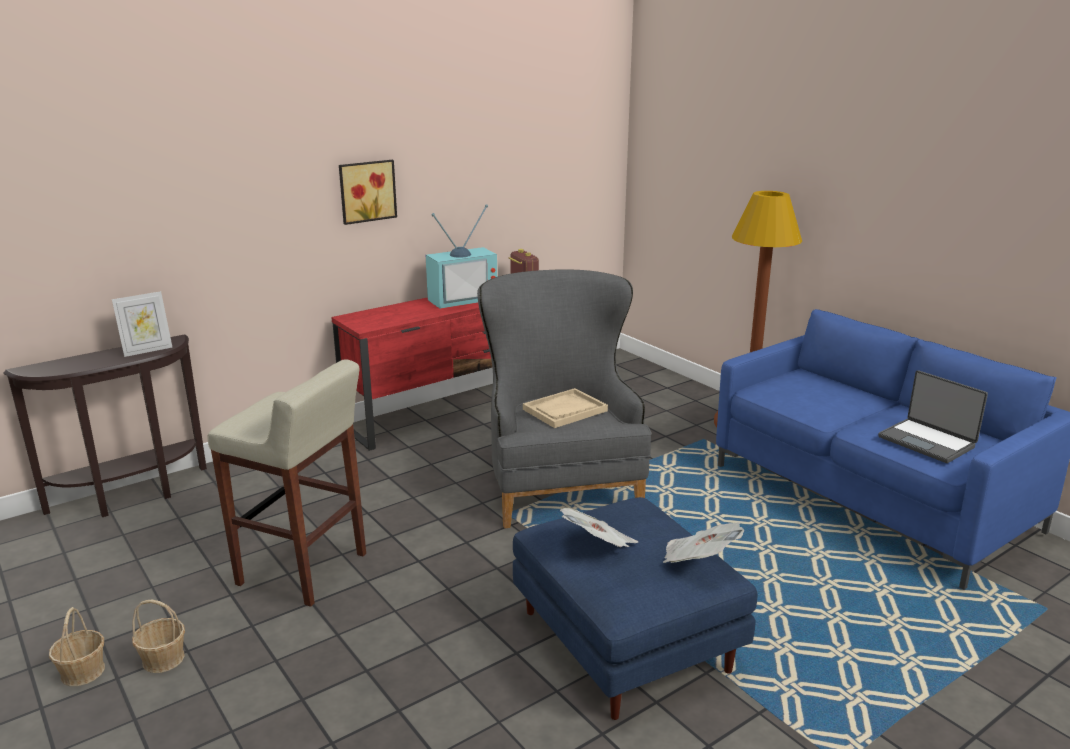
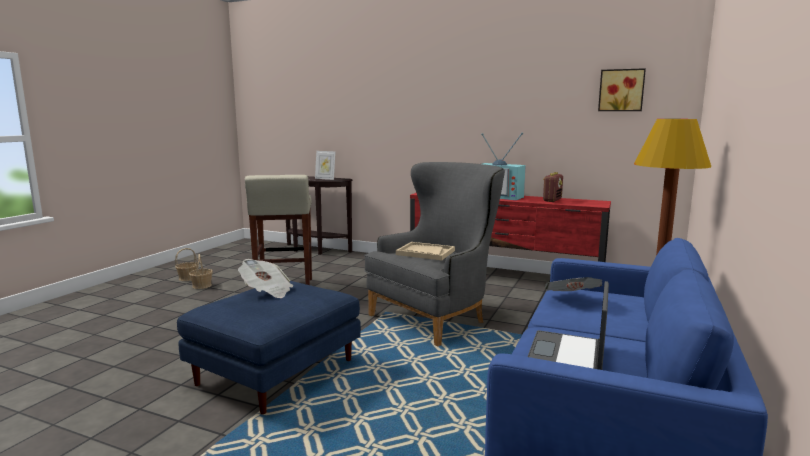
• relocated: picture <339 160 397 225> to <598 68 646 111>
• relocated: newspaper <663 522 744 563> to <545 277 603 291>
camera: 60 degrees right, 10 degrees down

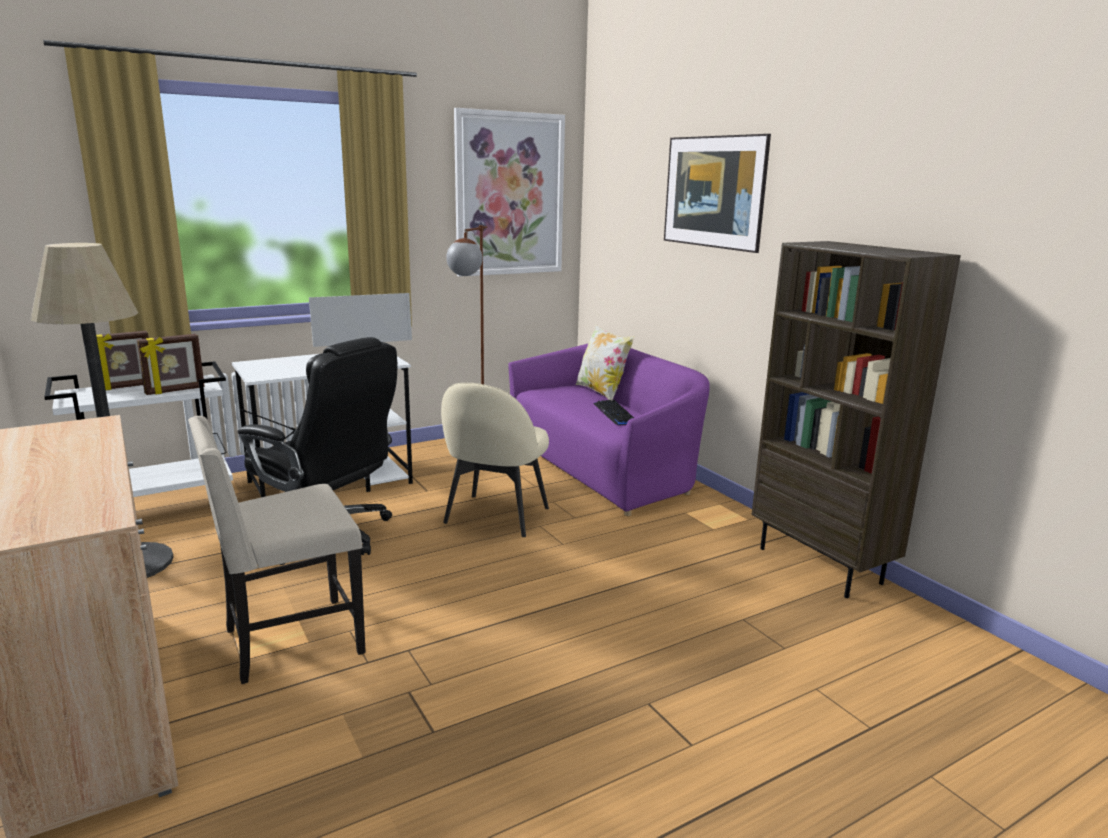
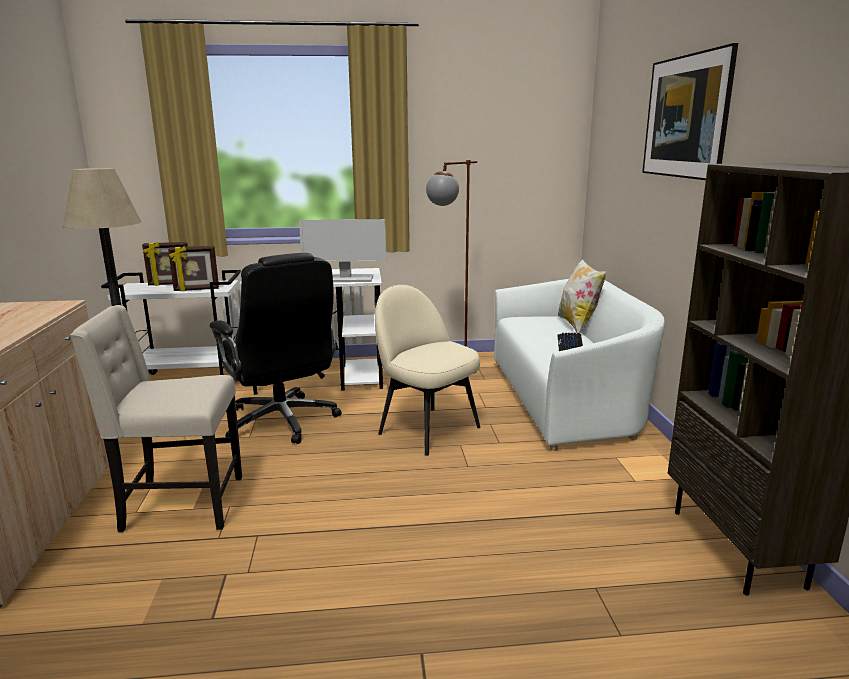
• missing: picture <454 108 565 277>
• colour: purple sofa <508 344 710 516> to white sofa <494 279 665 451>
• spun: beige chair <441 383 549 537> = <375 285 480 456> 90 degrees clockwise
camera: 25 degrees right, 0 degrees up

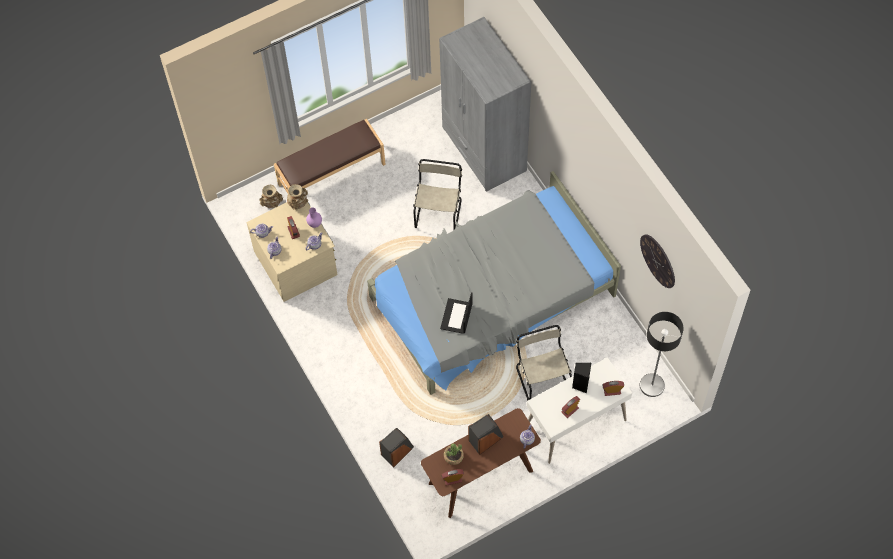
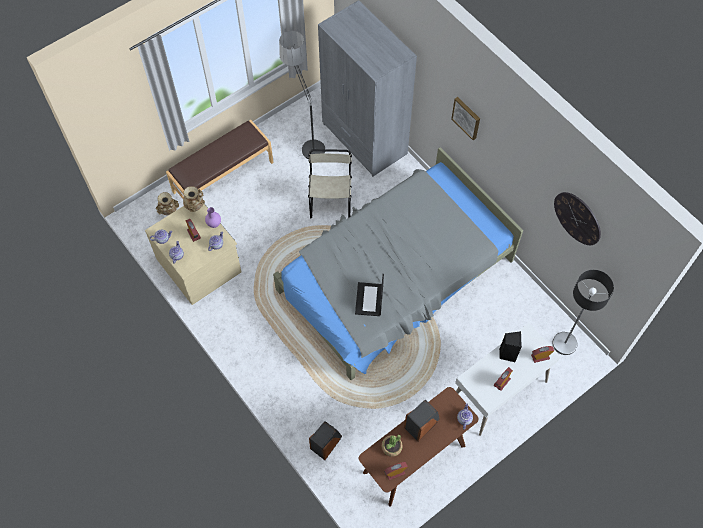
• missing: beige chair <516 325 572 401>
• appeared: floor lamp <279 31 325 159>
• appeared: picture <451 97 480 140>
camera: 10 degrees left, 0 degrees up

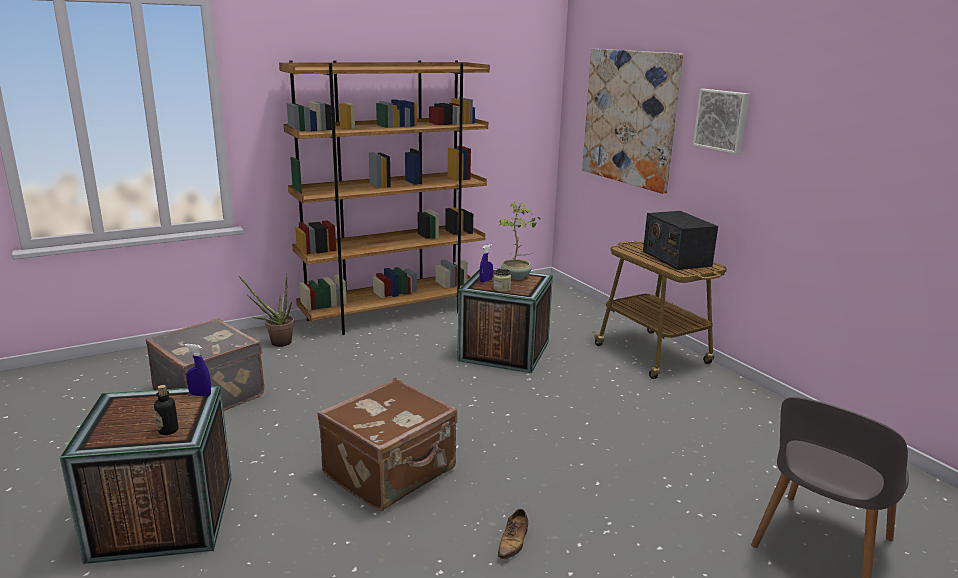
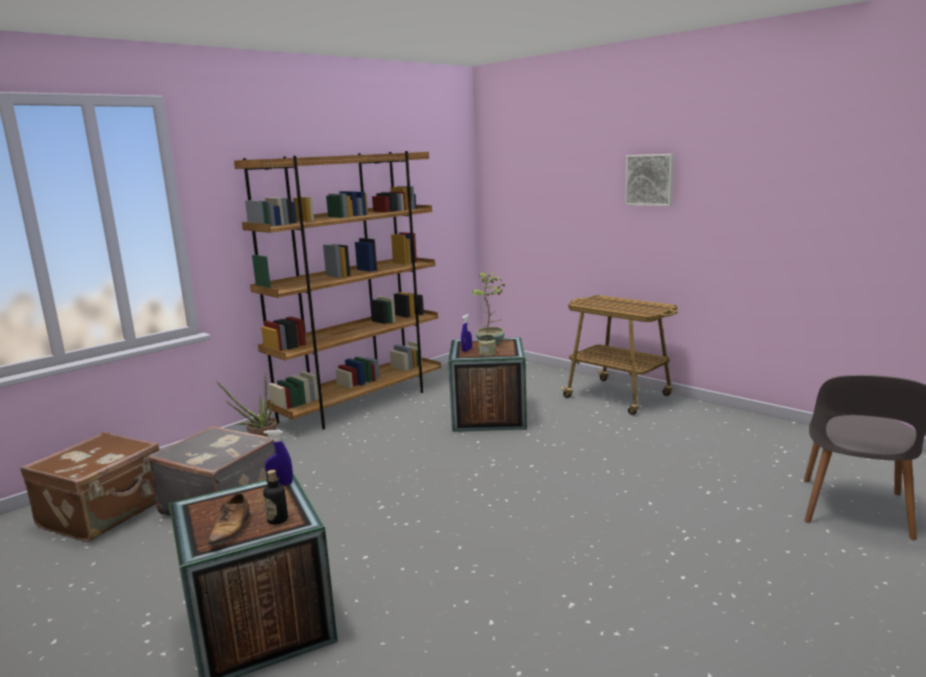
• missing: picture <582 49 683 194>
• missing: radio <643 211 718 270>
• relocated: brown suitcase <317 377 457 511> to <20 432 160 542>
• relocated: shoe <498 509 528 559> to <208 493 250 546>
camera: 15 degrees left, 5 degrees down

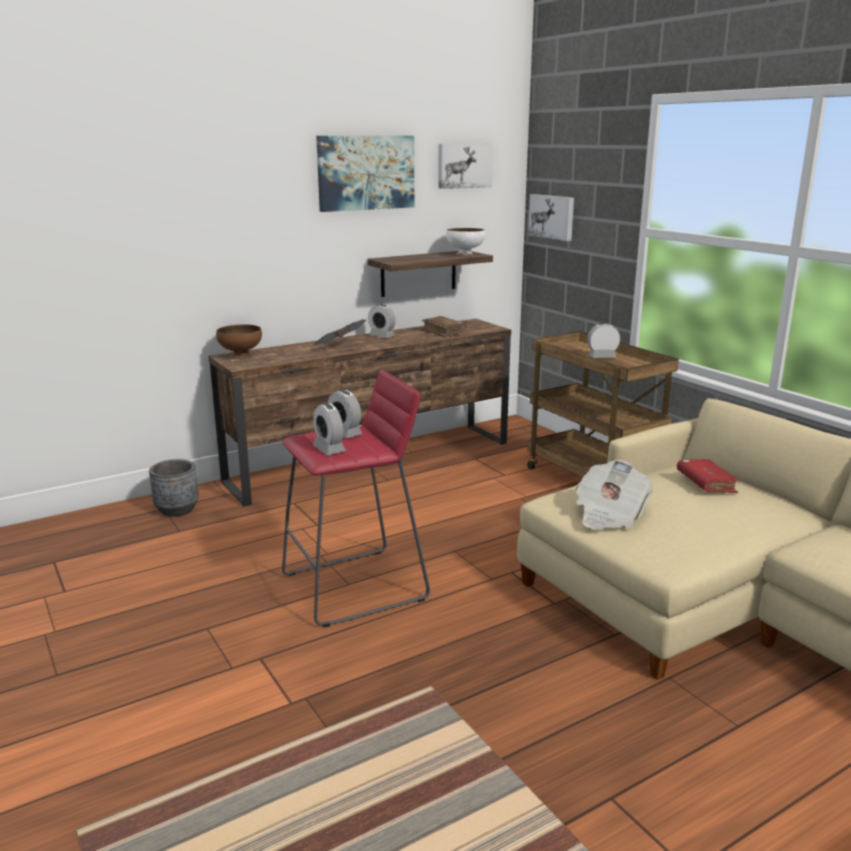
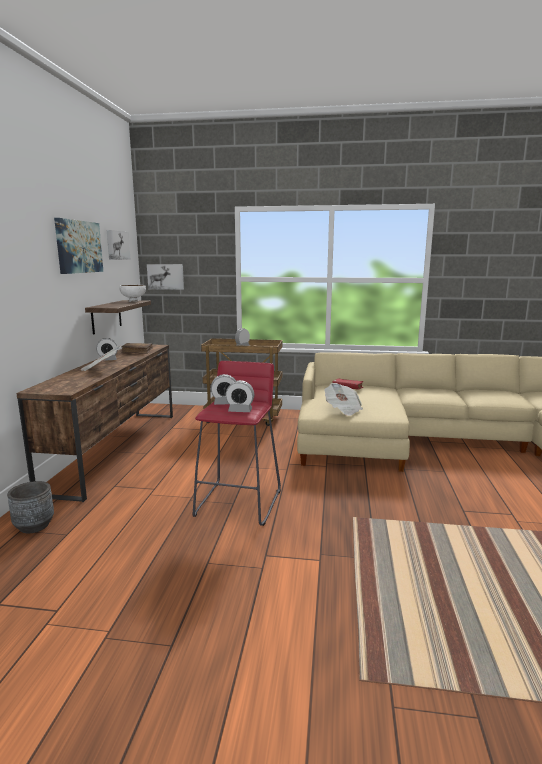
• missing: brown bowl <216 324 262 359>
camera: 50 degrees left, 5 degrees down

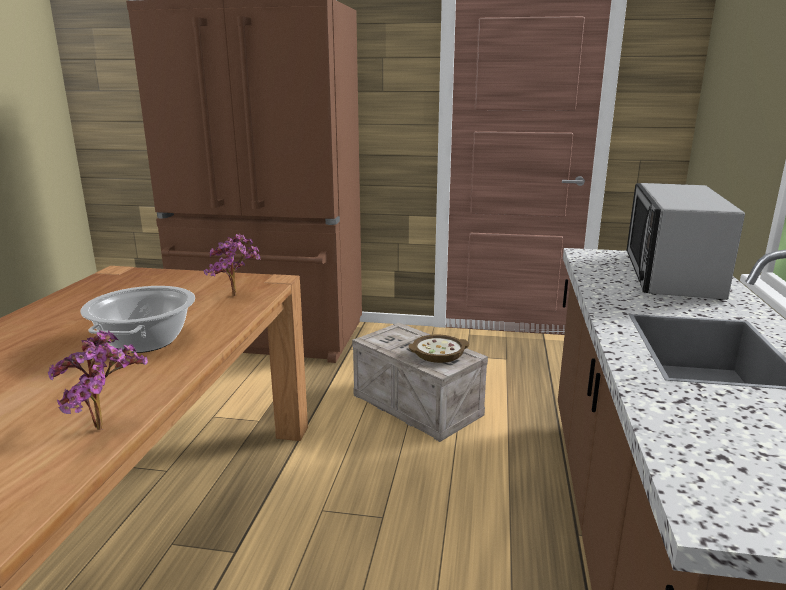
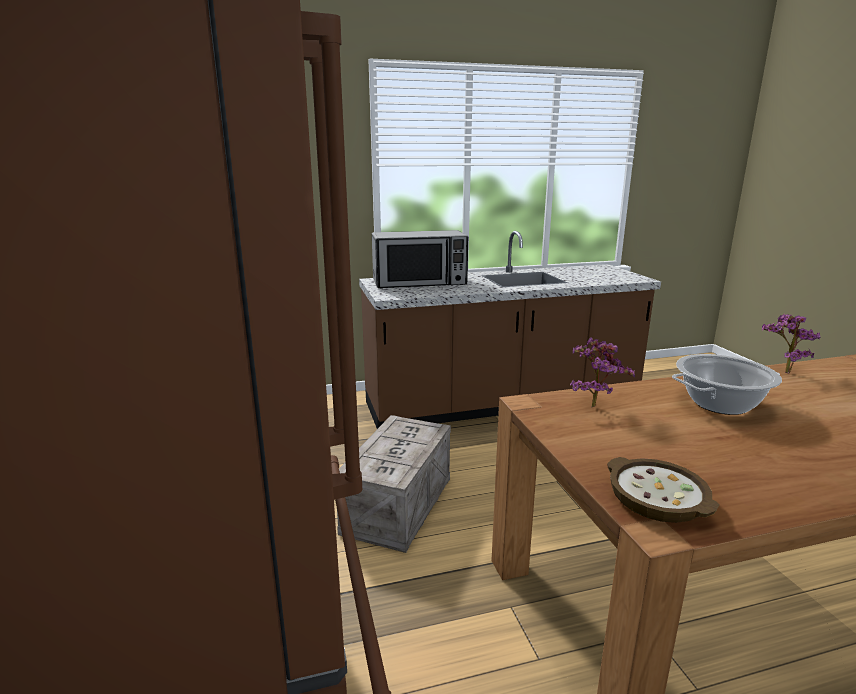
• relocated: bowl <409 334 469 363> to <607 457 719 523>
camera: 115 degrees left, 0 degrees up

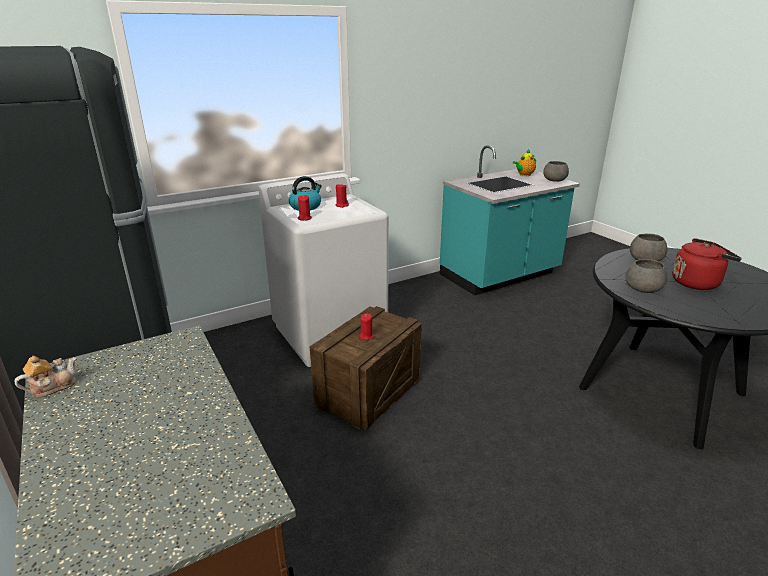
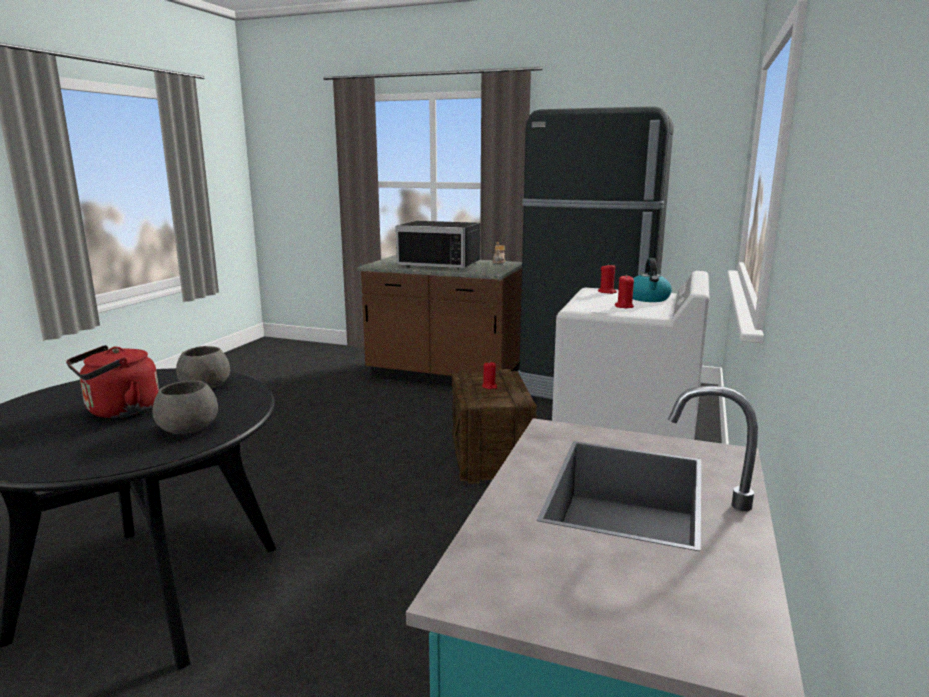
• missing: teapot <513 149 536 176>
• missing: grey bowl <543 161 569 182>
• appeared: black microwave <395 221 480 269>
camera: 140 degrees right, 10 degrees down

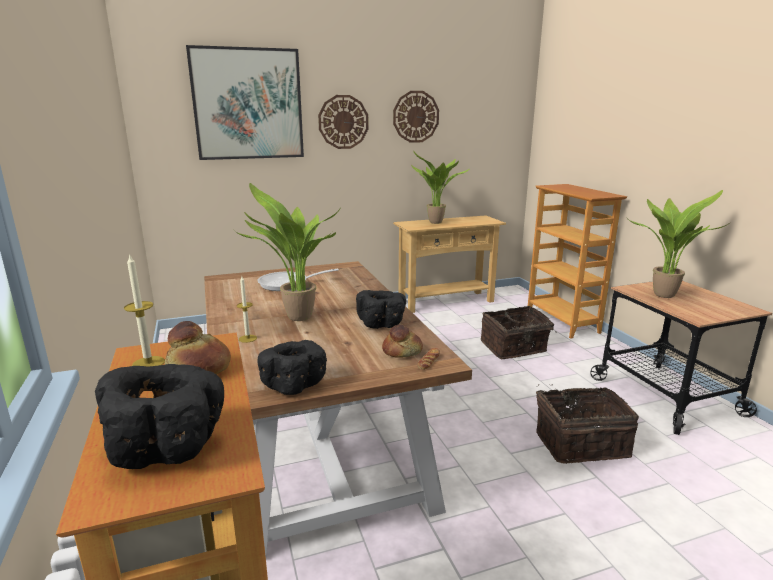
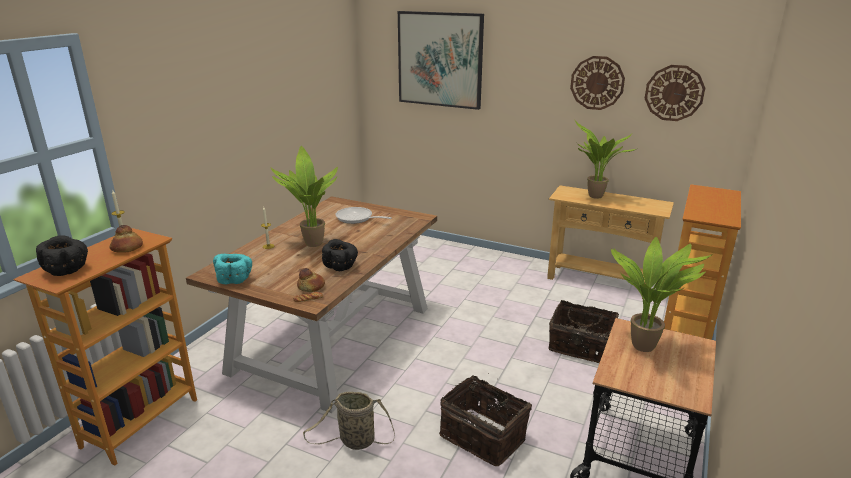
• appeared: basket <303 392 395 450>
• relocated: wall clock <318 95 369 149> to <644 65 705 121>
• colour: black bowl <258 340 327 395> to turquoise bowl <213 254 252 285>
camera: 45 degrees right, 5 degrees up

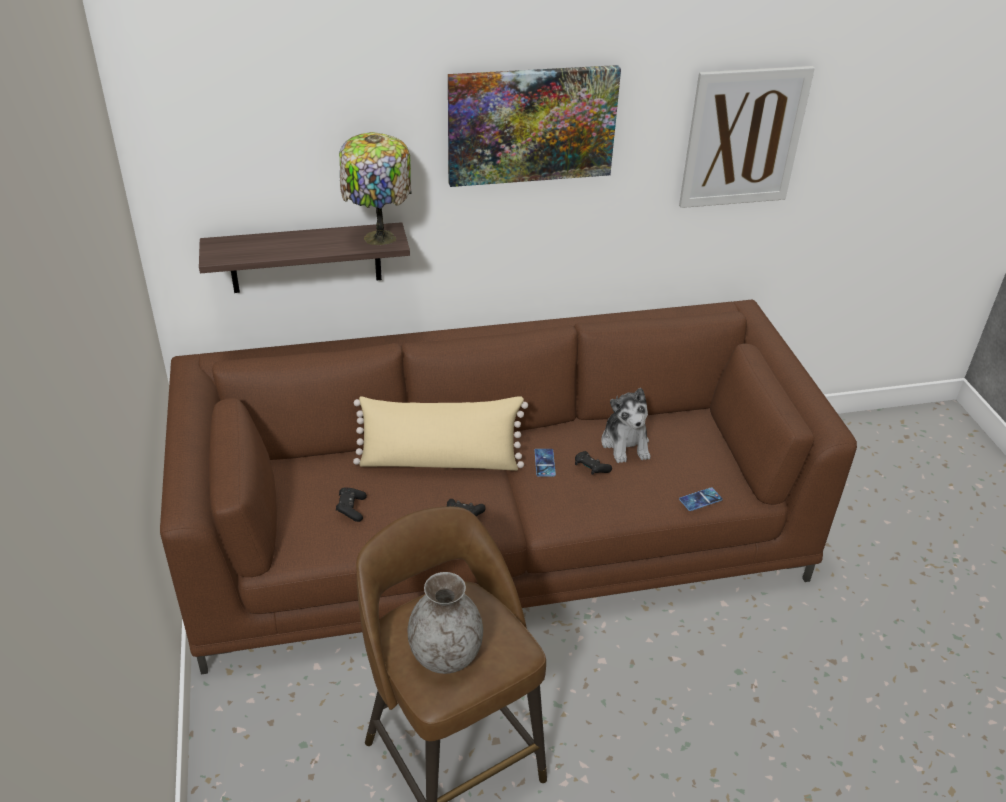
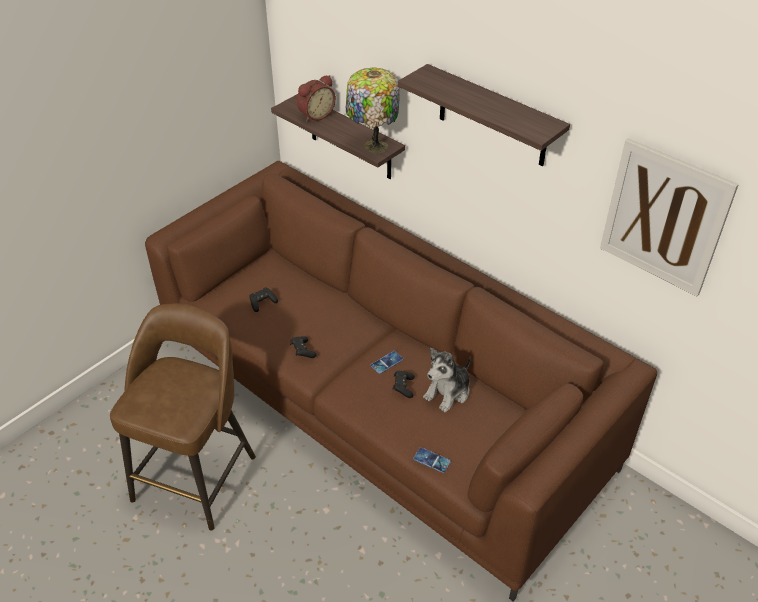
• missing: beige pillow <353 396 528 471>
• missing: grey vase <408 572 483 674>
• appeared: alarm clock <296 75 336 122>
• exchanged: picture <448 65 621 187> to shelf <398 64 570 166>
camera: 55 degrees right, 5 degrees up

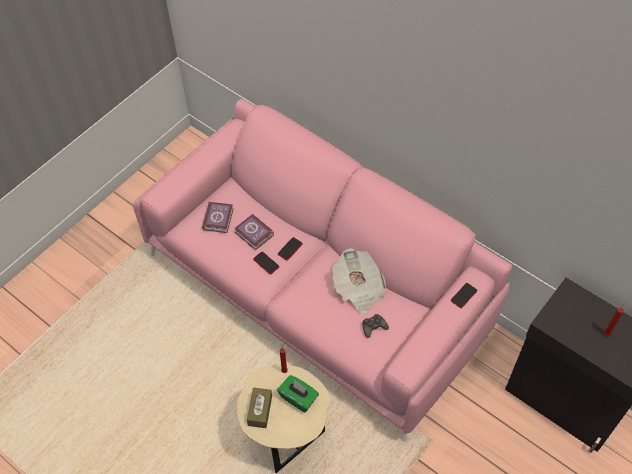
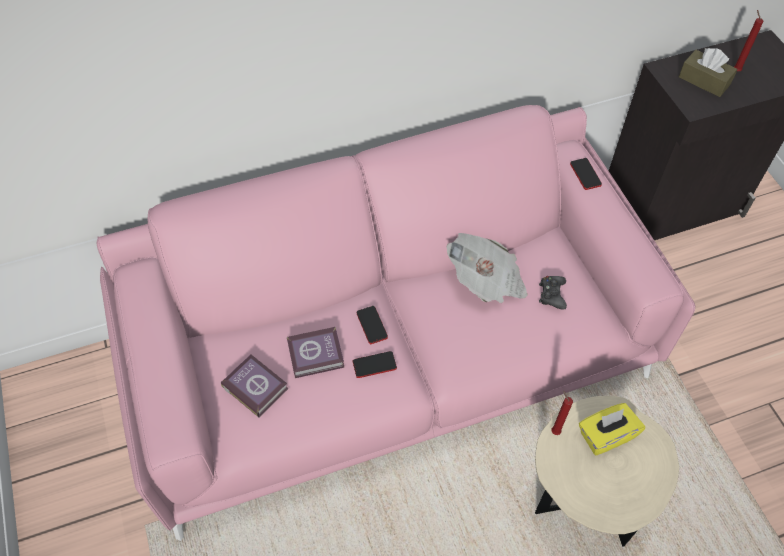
• relocated: brown tissue box <247 388 272 428> to <679 48 738 97>
• colour: green tissue box <277 375 319 412> to yellow tissue box <579 403 645 455>
camera: 60 degrees left, 0 degrees up

